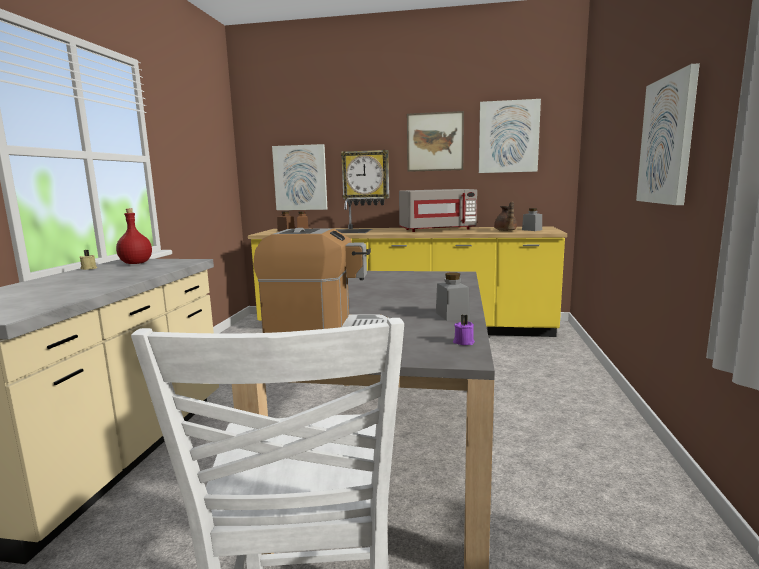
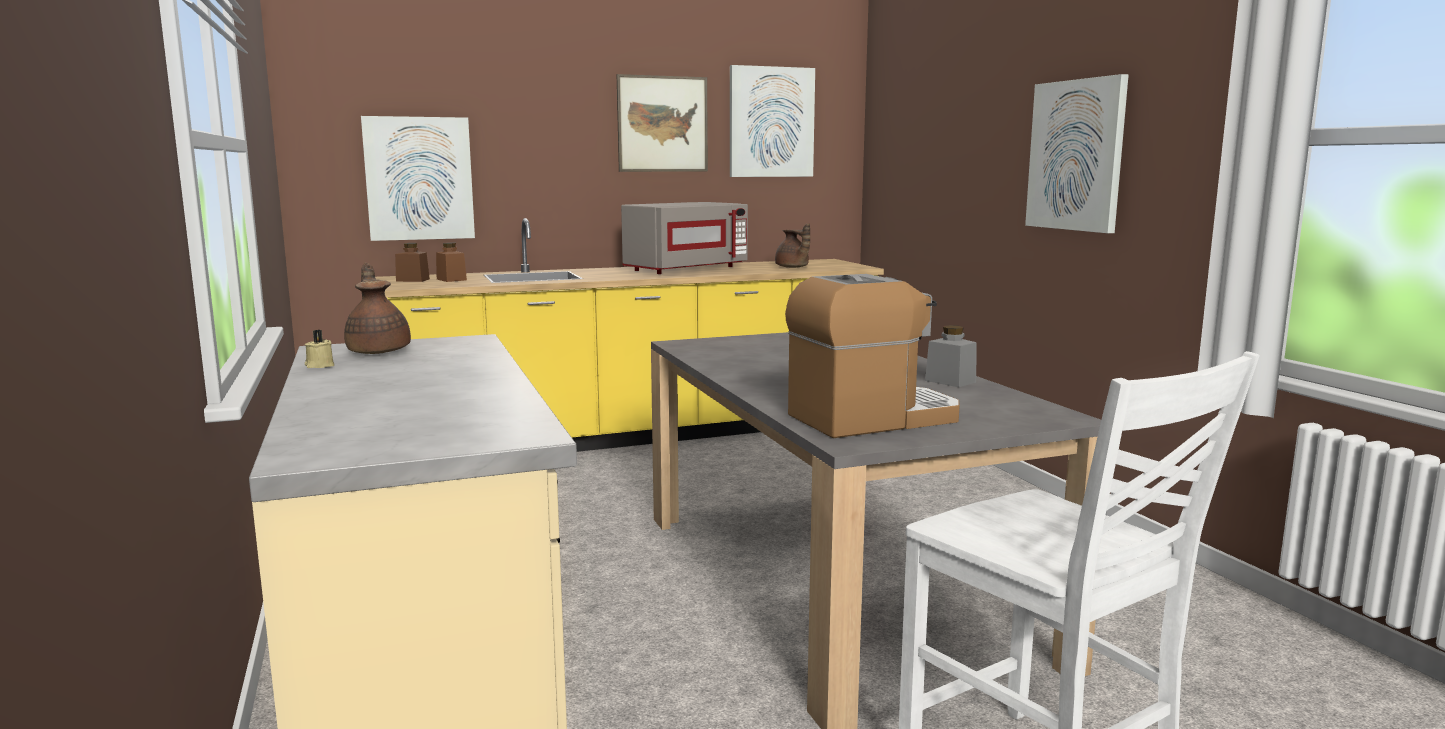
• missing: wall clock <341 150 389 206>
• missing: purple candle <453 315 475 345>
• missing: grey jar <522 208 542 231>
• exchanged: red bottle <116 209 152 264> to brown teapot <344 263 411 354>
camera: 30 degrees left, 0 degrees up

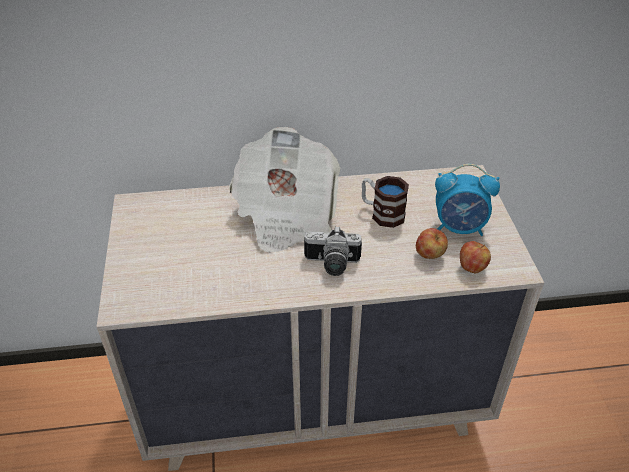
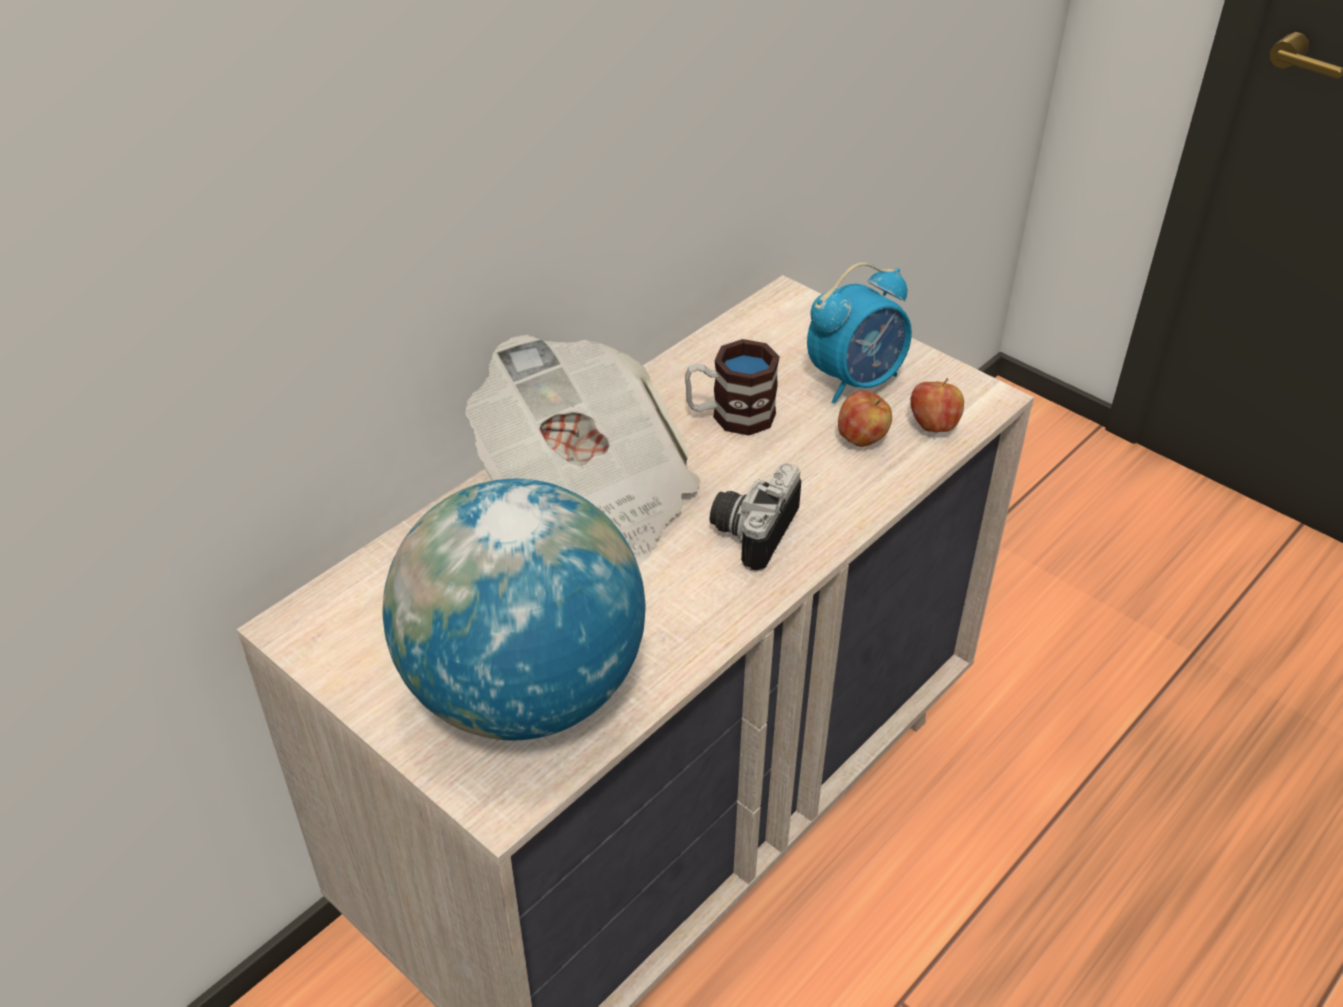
• appeared: globe <383 479 645 740>
• spun: photo camera <304 226 362 276> = <710 463 801 572> 150 degrees clockwise
camera: 40 degrees left, 0 degrees up

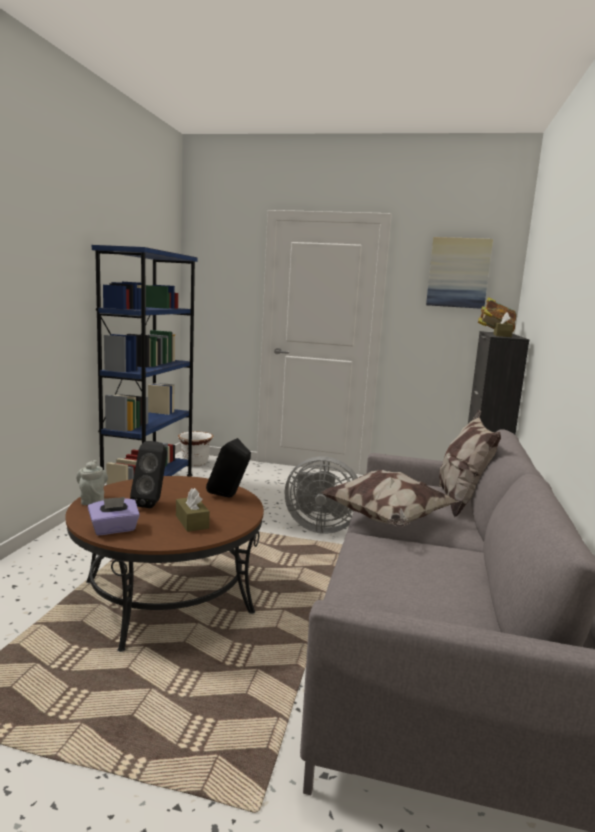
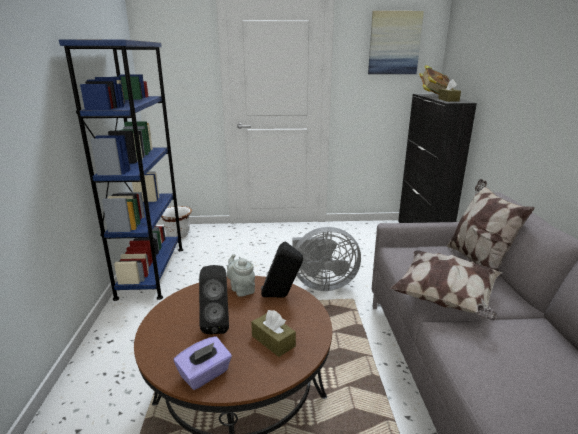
• relocated: grey teapot <76 460 108 505> to <227 254 255 297>
camera: 15 degrees left, 10 degrees up

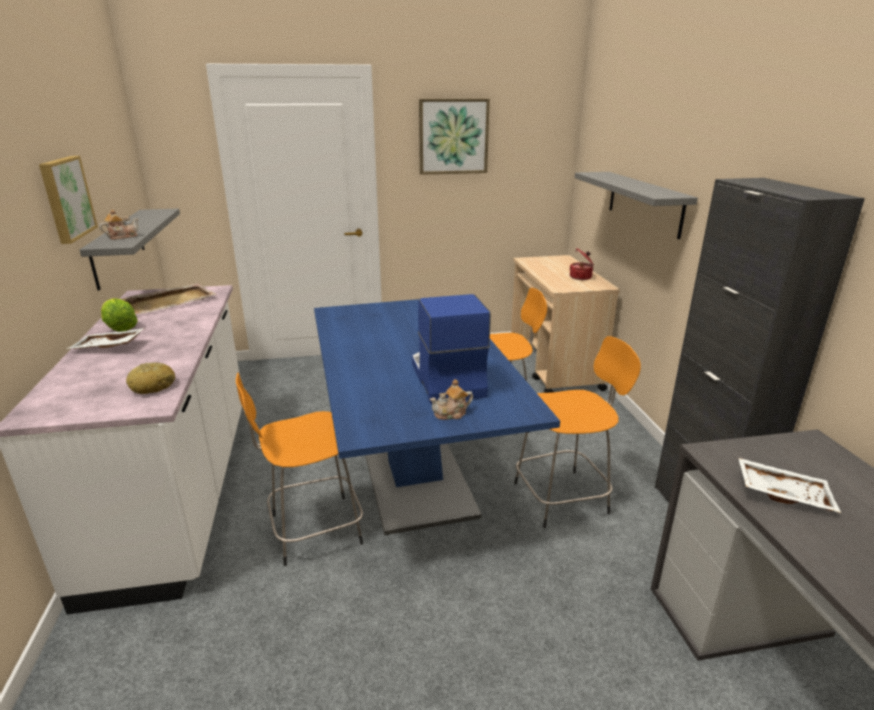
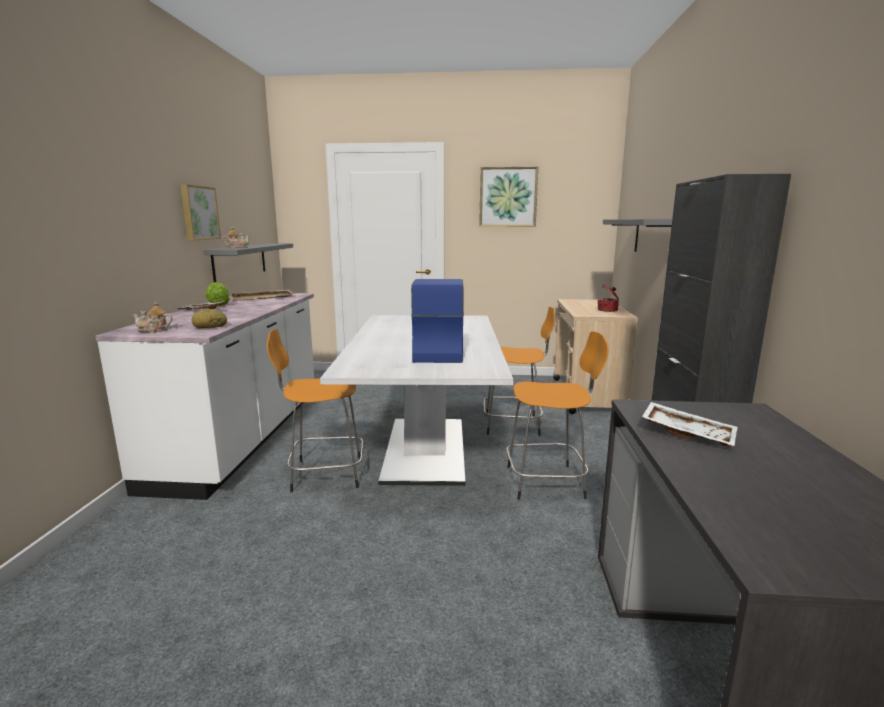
• relocated: teapot <430 379 473 420> to <132 301 173 333>
• colour: blue dining table <314 299 560 535> to white dining table <320 315 513 486>
camera: 15 degrees right, 10 degrees down

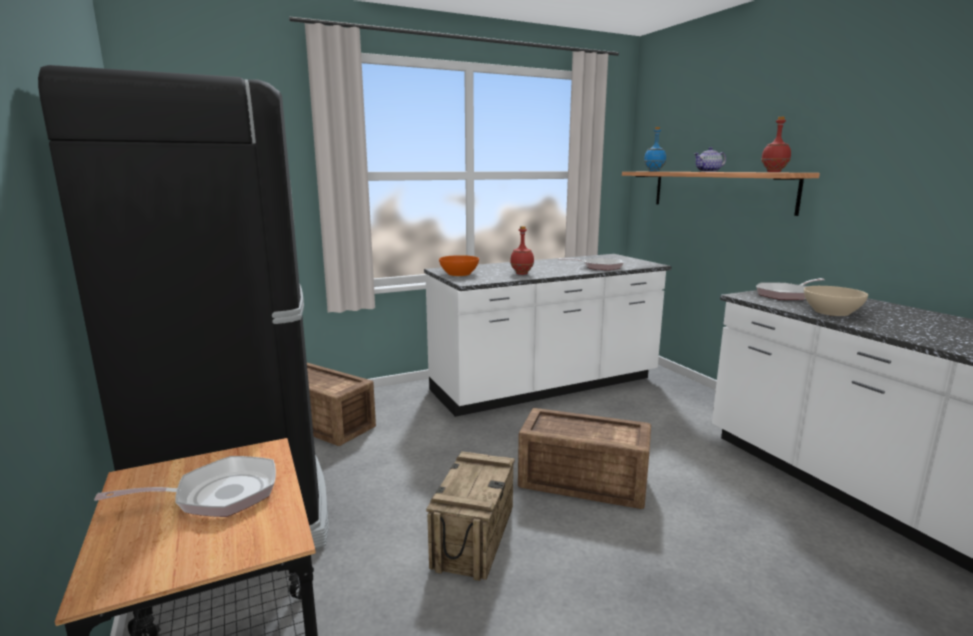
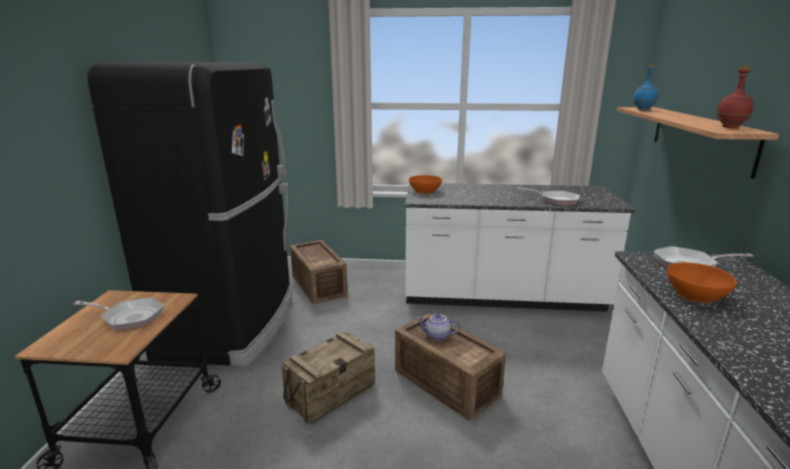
• missing: red bottle <510 226 534 275>
• relocated: teapot <694 147 726 172> to <417 313 460 341>
• colour: beige bowl <804 286 868 316> to orange bowl <667 262 737 303>
camera: 30 degrees right, 5 degrees up

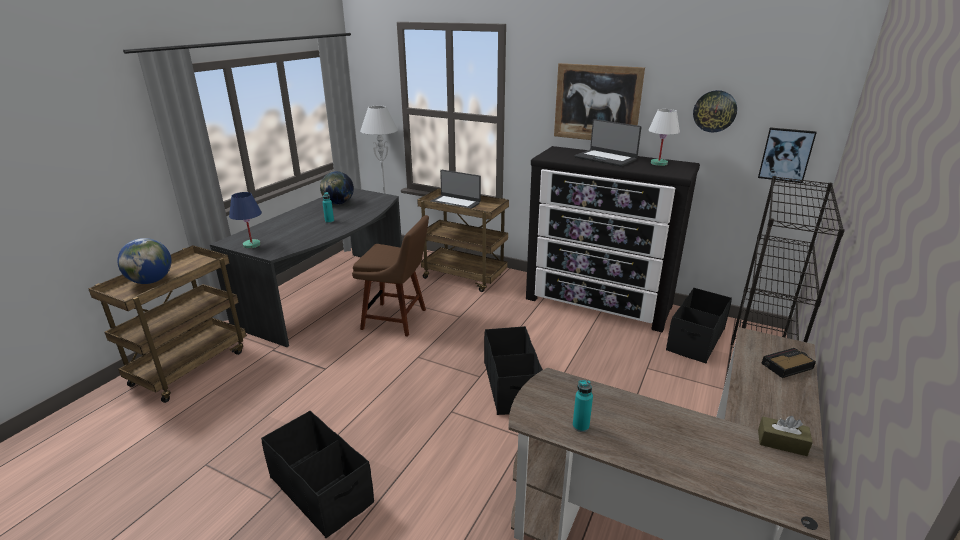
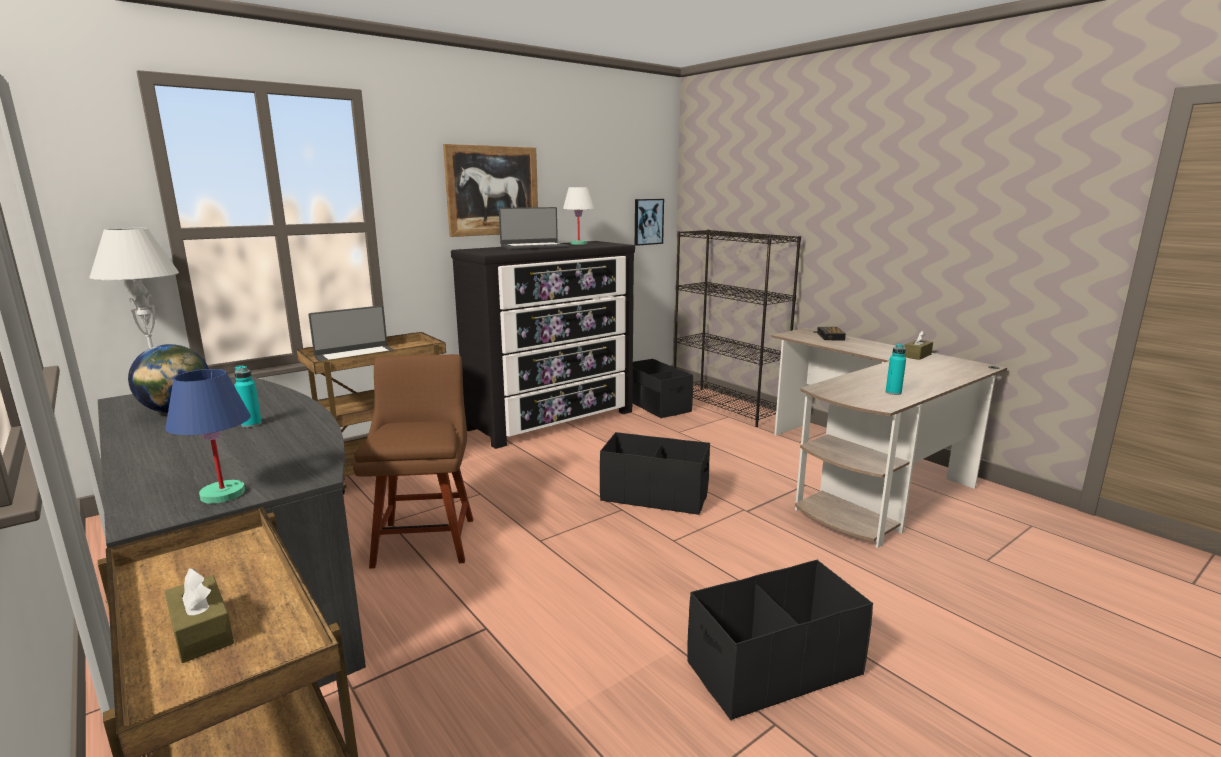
• missing: wall clock <693 90 737 132>
• exchanged: globe <117 238 172 284> to brown tissue box <164 568 234 663>
• spun: brown chair <352 215 429 336> = <353 354 473 569> 45 degrees counterclockwise
camera: 65 degrees left, 10 degrees down

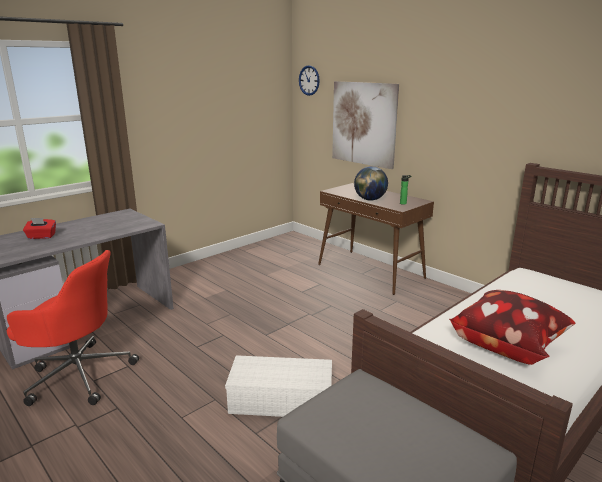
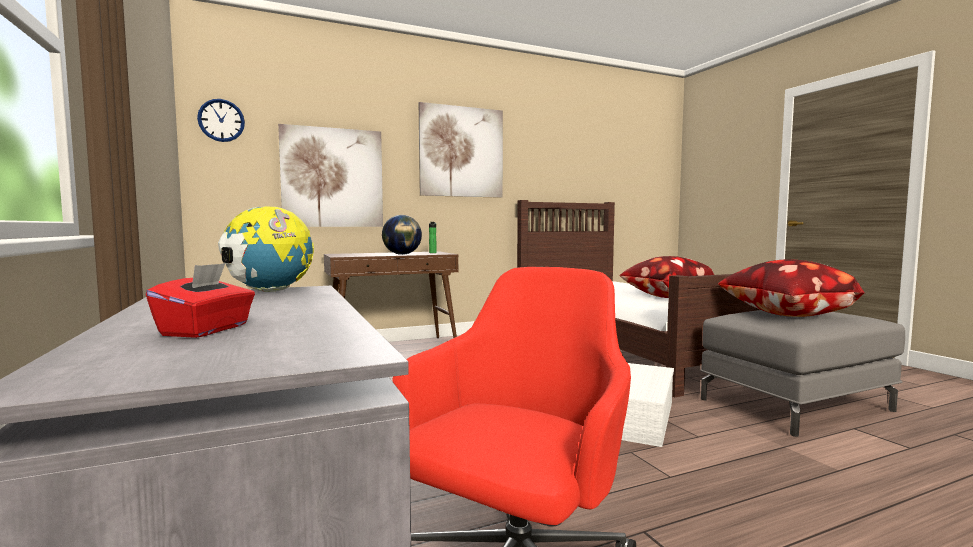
• appeared: globe <218 206 314 292>
• appeared: picture <419 102 503 198>
• appeared: pillow <718 259 865 317>
camera: 70 degrees left, 15 degrees down

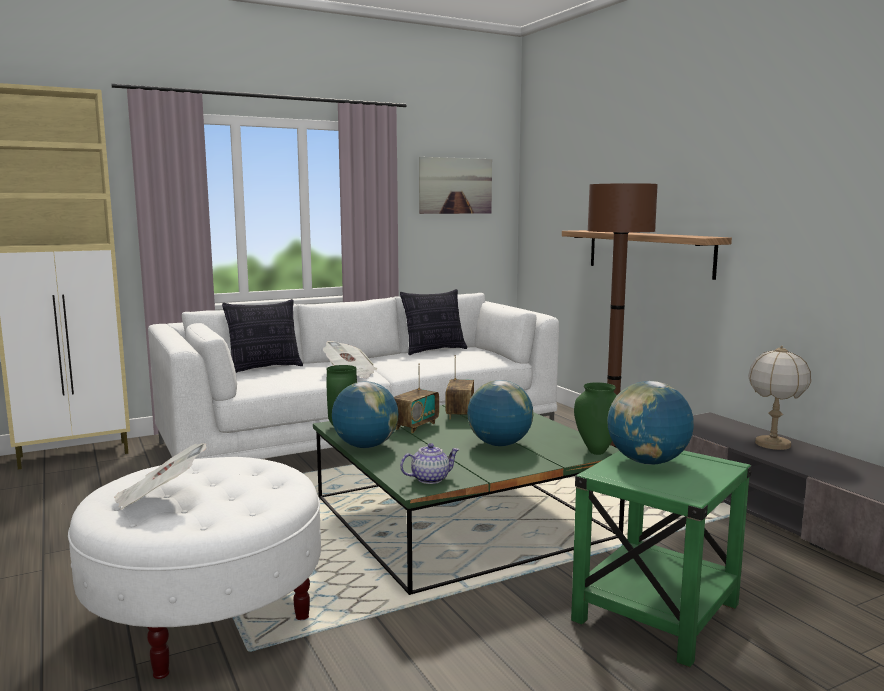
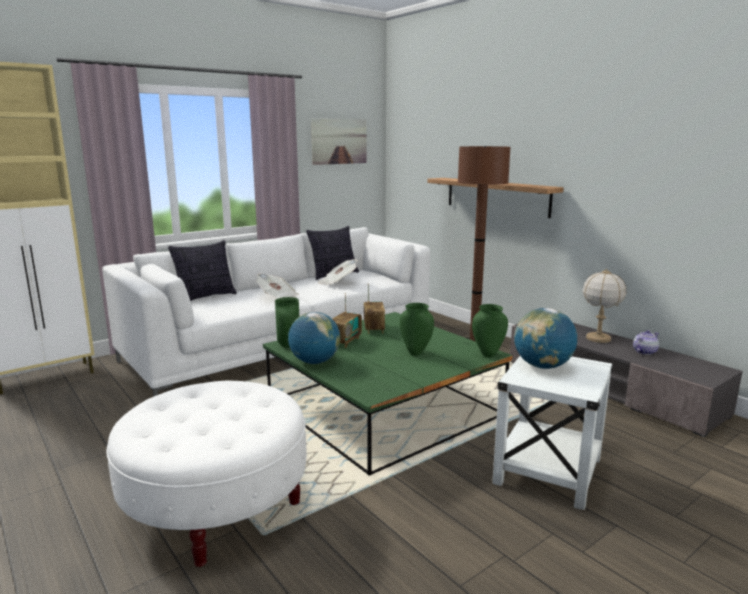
• relocated: newspaper <114 443 207 510> to <318 259 358 285>
• relocated: teapot <400 443 460 484> to <633 330 659 355>
• exchanged: globe <467 380 533 446> to green vase <399 303 434 356>
• colour: green side table <571 451 751 667> to white side table <492 356 613 511>
camera: 10 degrees left, 5 degrees up

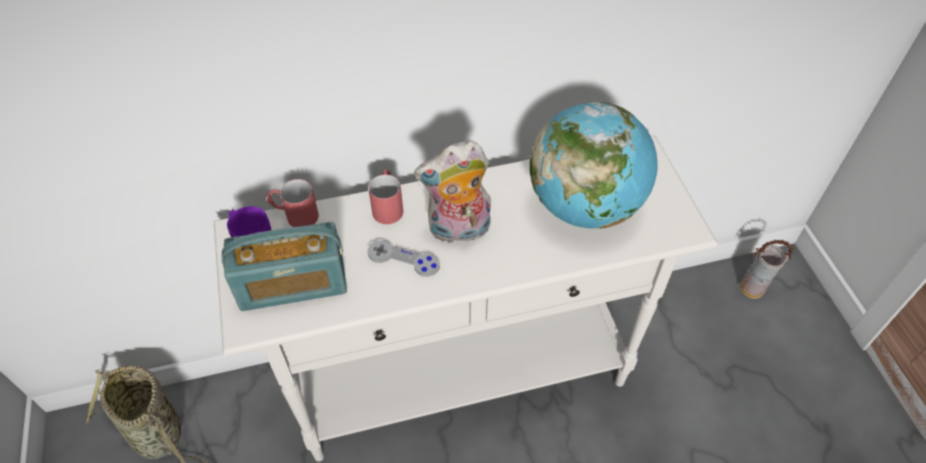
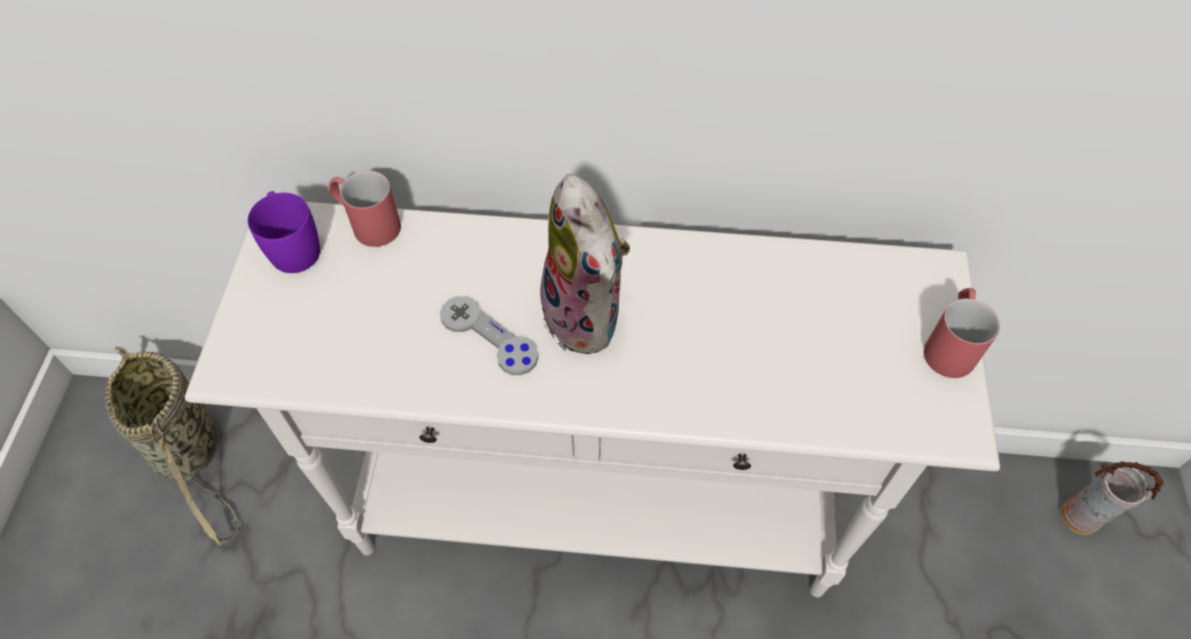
• missing: radio <222 222 347 311>
• missing: globe <530 102 657 229>
• relocated: red mug <368 169 403 224> to <924 288 1000 378>
• spun: plush toy <414 140 491 243> = <535 173 630 354> 120 degrees counterclockwise
camera: 20 degrees right, 5 degrees up

